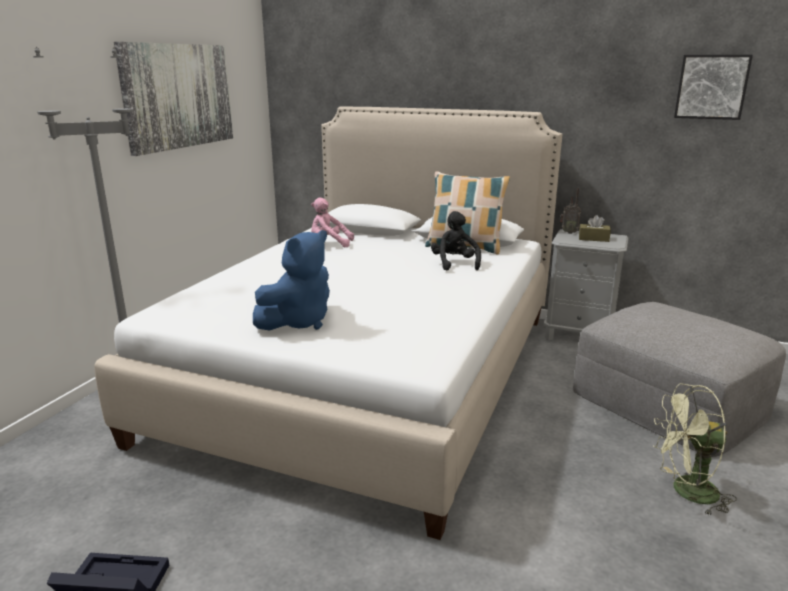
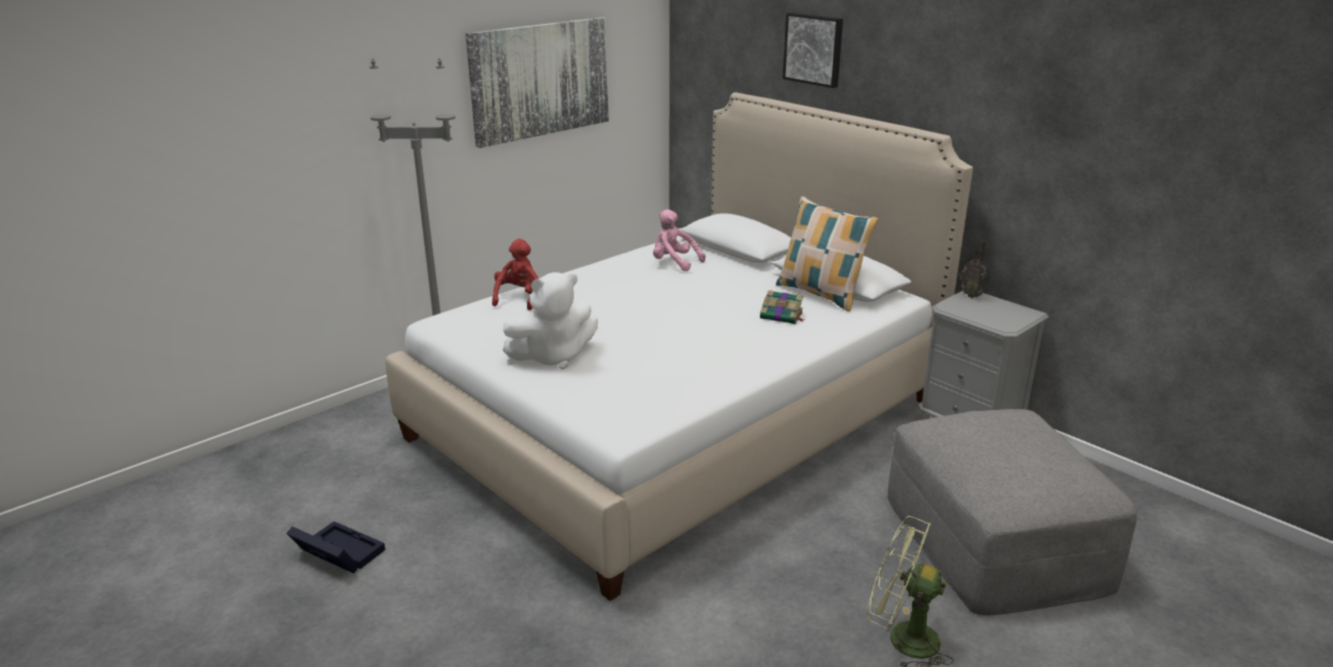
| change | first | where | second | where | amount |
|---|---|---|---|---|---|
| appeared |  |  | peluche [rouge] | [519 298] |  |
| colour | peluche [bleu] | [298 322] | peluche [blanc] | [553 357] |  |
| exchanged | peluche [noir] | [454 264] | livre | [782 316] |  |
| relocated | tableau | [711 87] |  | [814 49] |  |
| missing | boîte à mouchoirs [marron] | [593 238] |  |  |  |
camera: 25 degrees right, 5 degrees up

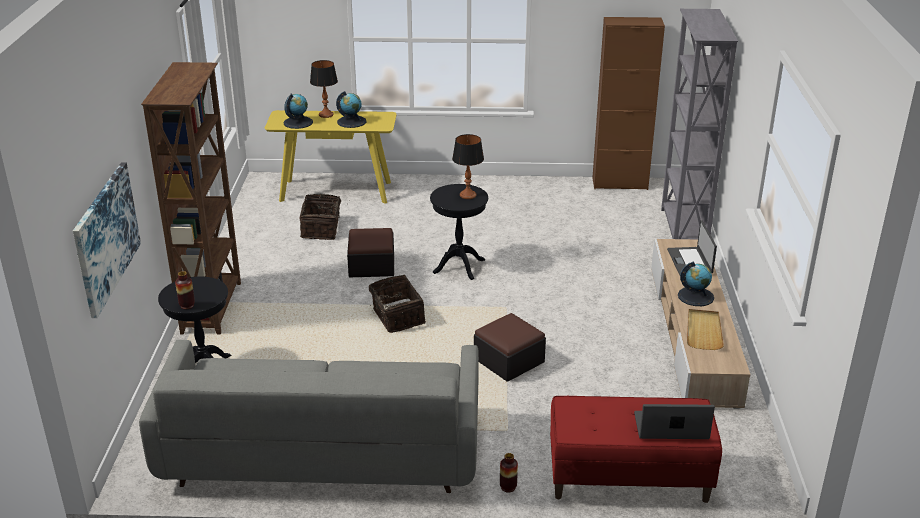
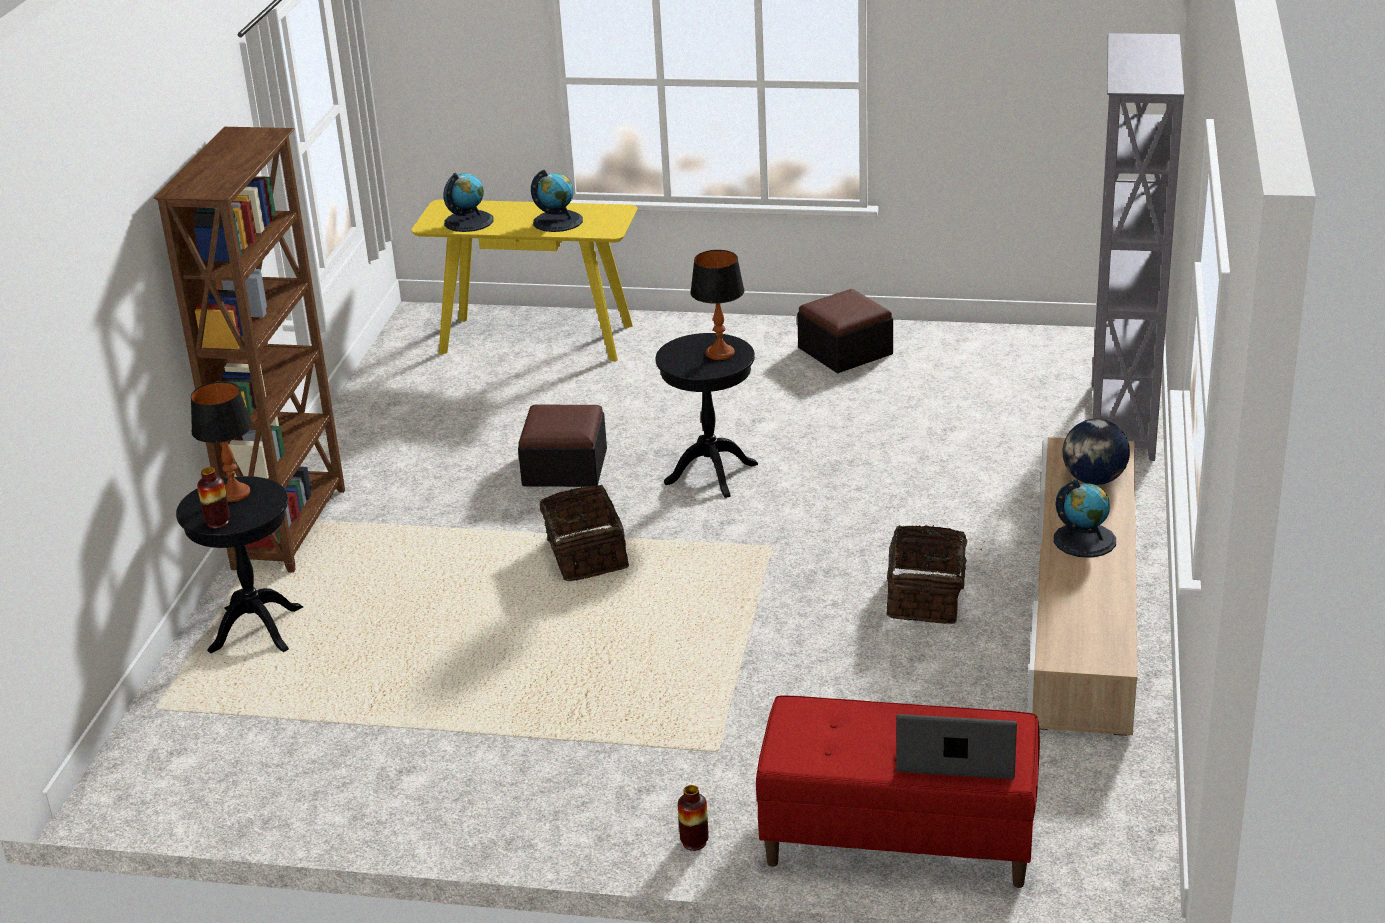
| change | first | where | second | where | amount |
|---|---|---|---|---|---|
| relocated | lampe de table | [326 115] |  | [234 493] |  |
| relocated | pouf | [509 360] |  | [845 351] |  |
| relocated | panier | [321 229] |  | [926 598] |  |
| exchanged | ordinateur portable | [690 262] | globe | [1094 480] |  |
| missing | tableau | [105 237] |  |  |  |
| missing | canapé [gris] | [322 450] |  |  |  |
| missing | meuble de rangement [marron] | [620 184] |  |  |  |
| missing | plateau [beige] | [703 331] |  |  |  |
camera: 10 degrees right, 0 degrees up

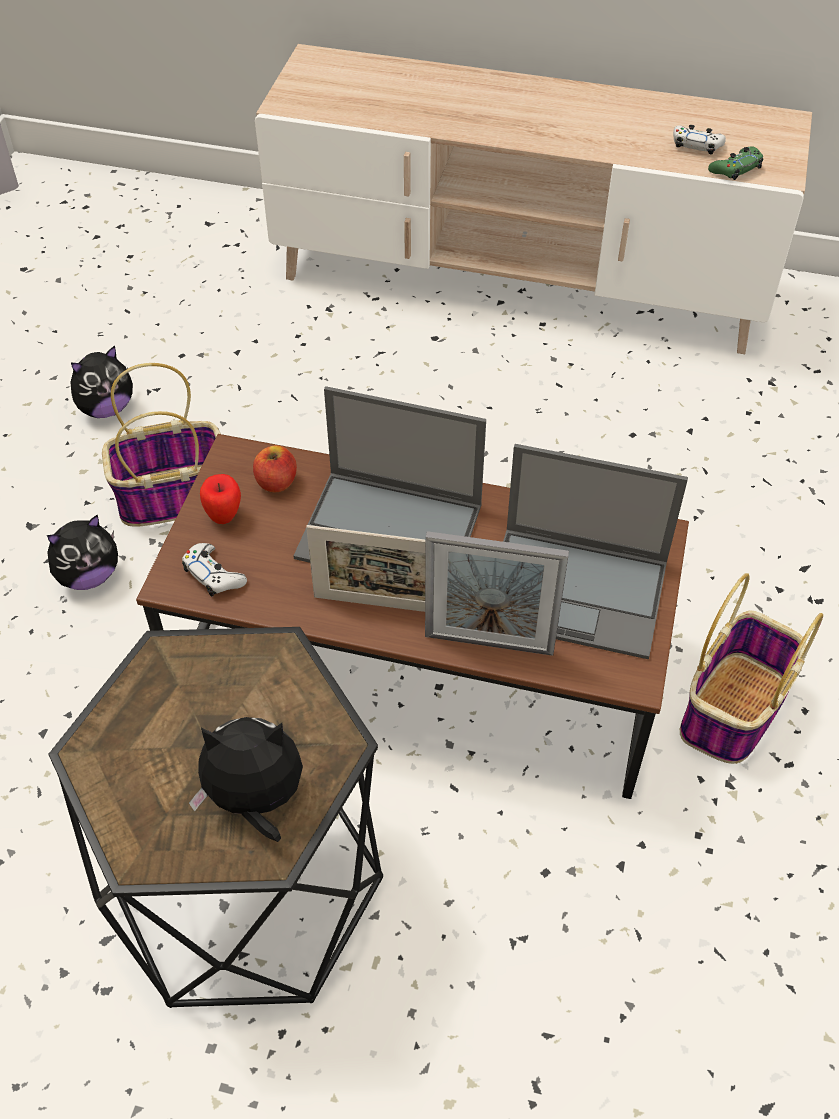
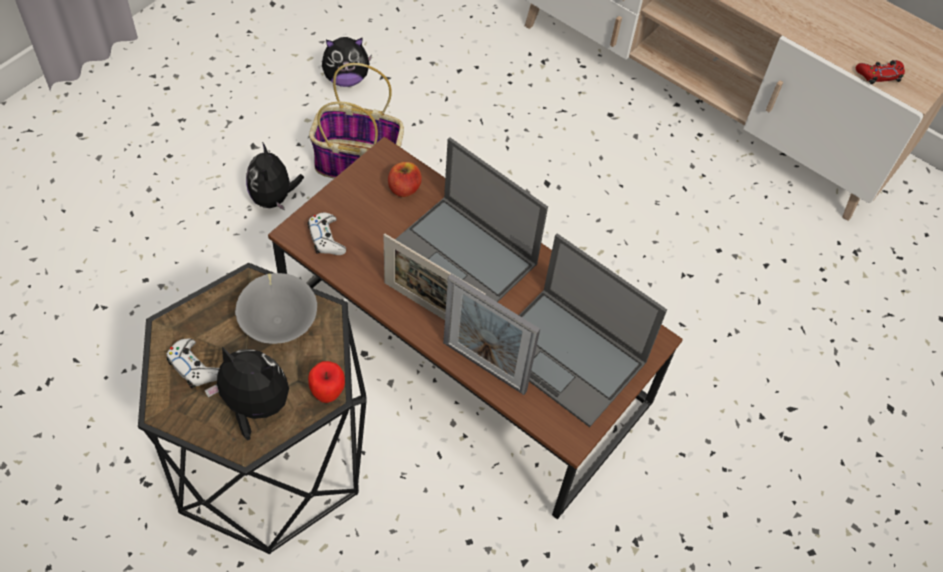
| change | first | where | second | where | amount |
|---|---|---|---|---|---|
| relocated | manette [blanc] | [696 145] |  | [194 367] |  |
| appeared |  |  | bol [gris] | [279 321] |  |
| spun | peluche | [89 576] |  | [274 198] | 90 degrees clockwise |
| relocated | pomme | [224 517] |  | [328 394] |  |
| colour | manette [vert] | [735 169] | manette [rouge] | [879 75] |  |
| missing | panier | [733 711] |  |  |  |
camera: 20 degrees right, 5 degrees up

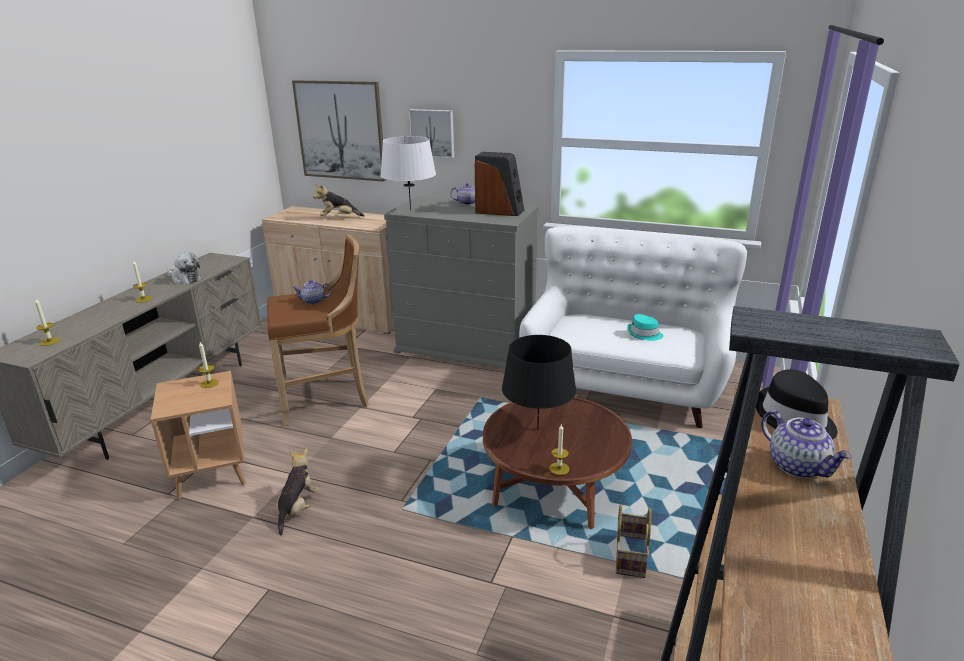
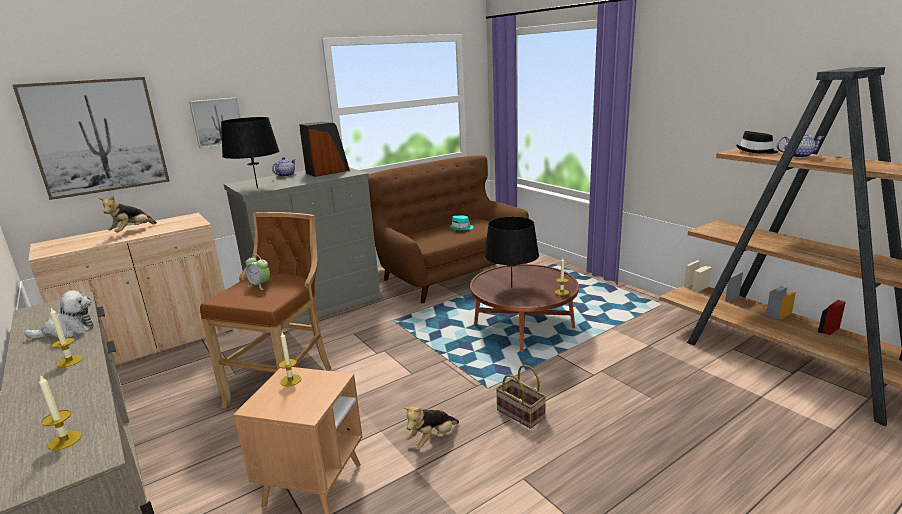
| change | first | where | second | where | amount |
|---|---|---|---|---|---|
| colour | lampe de table [blanc] | [410 210] | lampe de table [noir] | [257 188] |  |
| exchanged | théière | [313 301] | réveil | [260 285] |  |
| colour | canapé [blanc] | [624 385] | canapé [marron] | [450 273] |  |
| spun | peluche | [297 508] |  | [432 439] | 90 degrees counterclockwise |
| relocated | panier | [629 555] |  | [519 413] |  |
camera: 55 degrees left, 5 degrees down

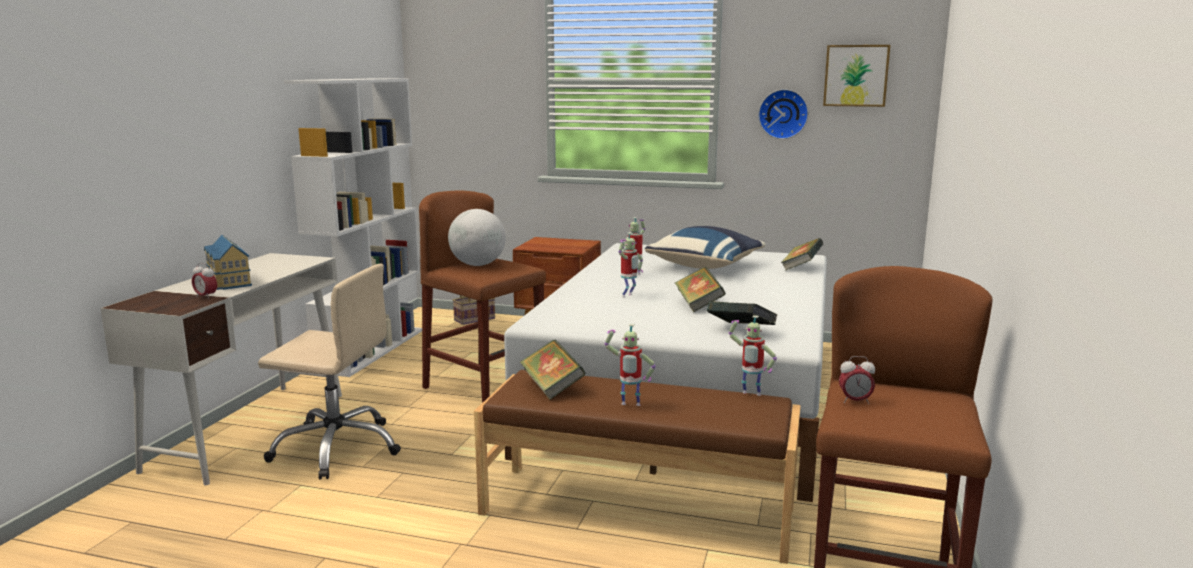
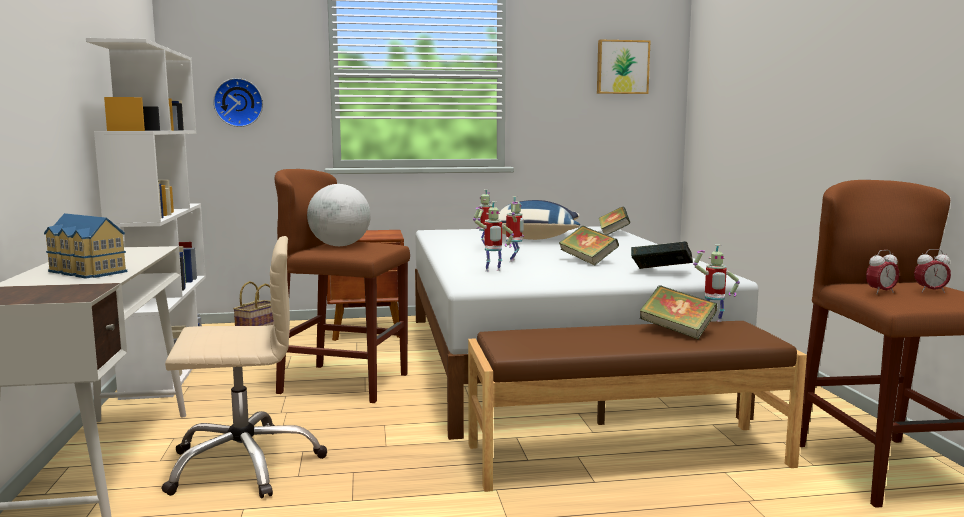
| change | first | where | second | where | amount |
|---|---|---|---|---|---|
| relocated | horloge murale | [783 114] |  | [239 102] |  |
| relocated | robot jouet | [629 405] |  | [492 271] |  |
| relocated | livre | [552 387] |  | [677 331] |  |
| relocated | réveil | [206 297] |  | [930 291] |  |
camera: 25 degrees left, 5 degrees down

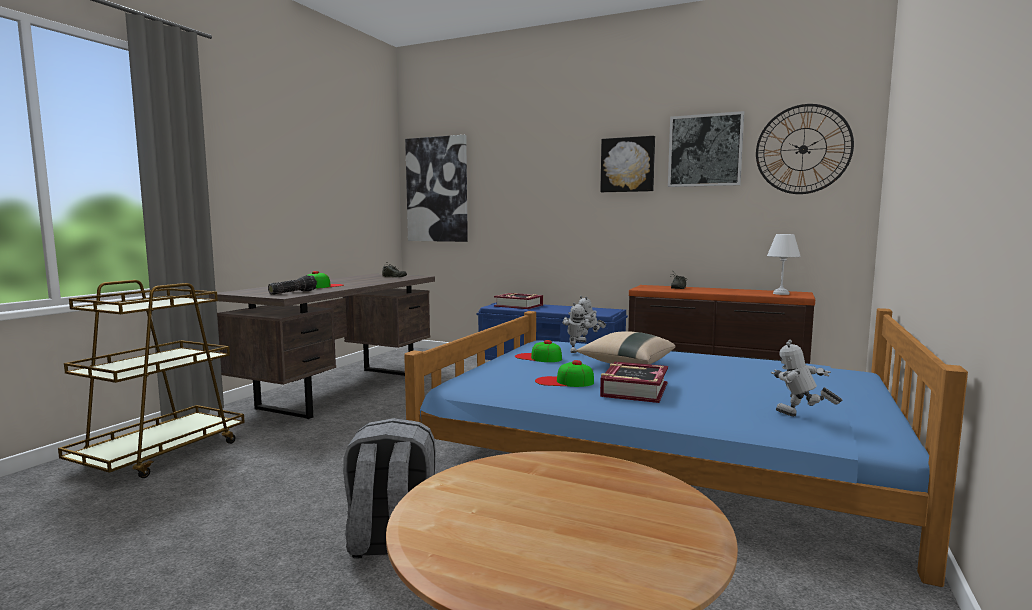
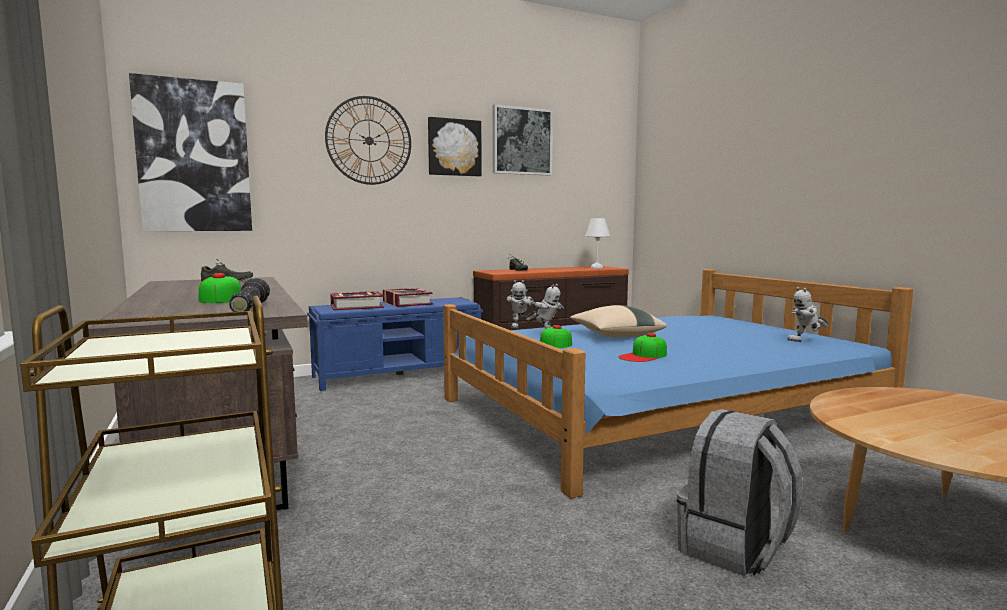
| change | first | where | second | where | amount |
|---|---|---|---|---|---|
| relocated | horloge murale | [803 149] |  | [369 140] |  |
| relocated | livre | [634 390] |  | [406 303] |  |
camera: 50 degrees left, 0 degrees up

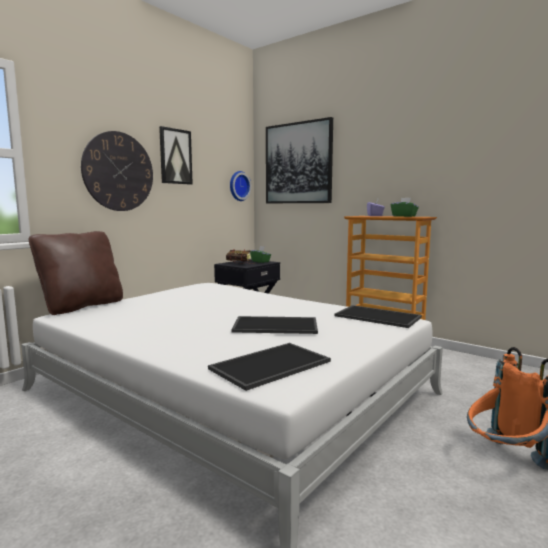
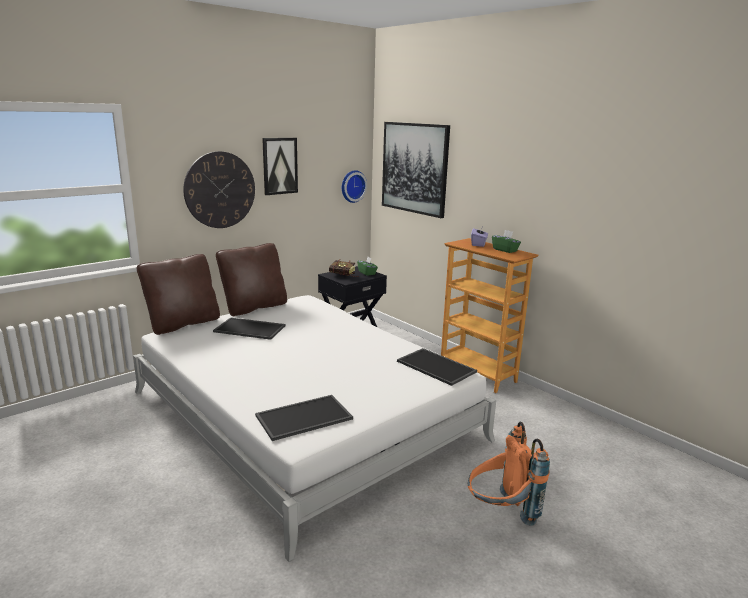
| change | first | where | second | where | amount |
|---|---|---|---|---|---|
| relocated | plateau | [276 325] |  | [251 328] |  |
| appeared |  |  | coussin [marron] | [254 307] |  |
camera: 10 degrees right, 10 degrees up

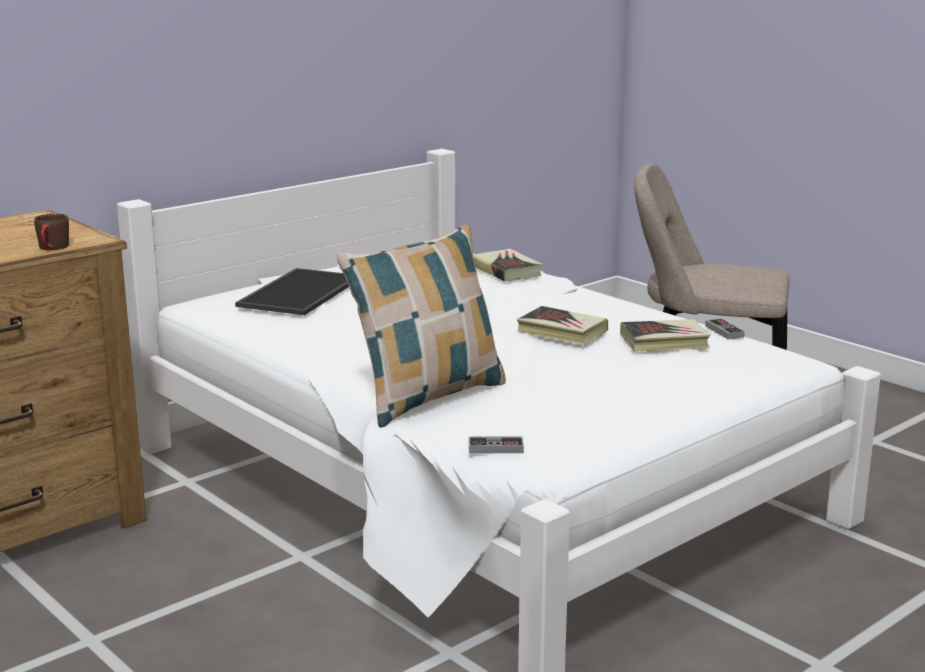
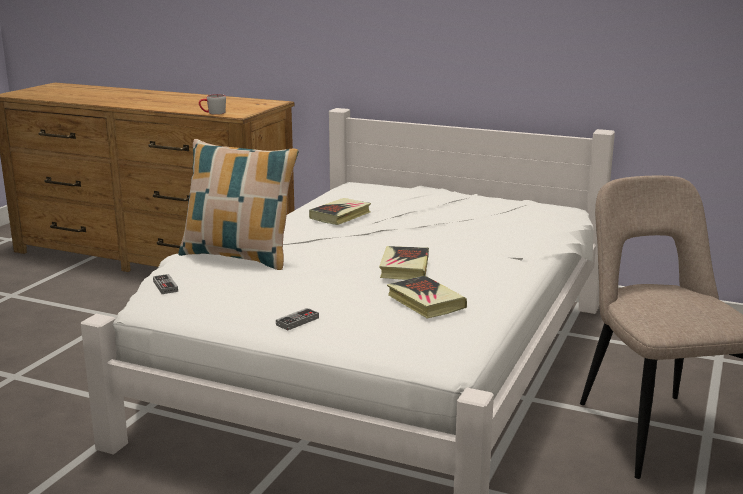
| change | first | where | second | where | amount |
|---|---|---|---|---|---|
| colour | mug [marron] | [52 248] | mug [gris] | [213 113] |  |
| relocated | manette | [724 331] |  | [297 321] |  |
| relocated | livre | [506 270] |  | [340 215] |  |
| missing | plateau | [299 292] |  |  |  |
camera: 65 degrees right, 0 degrees up

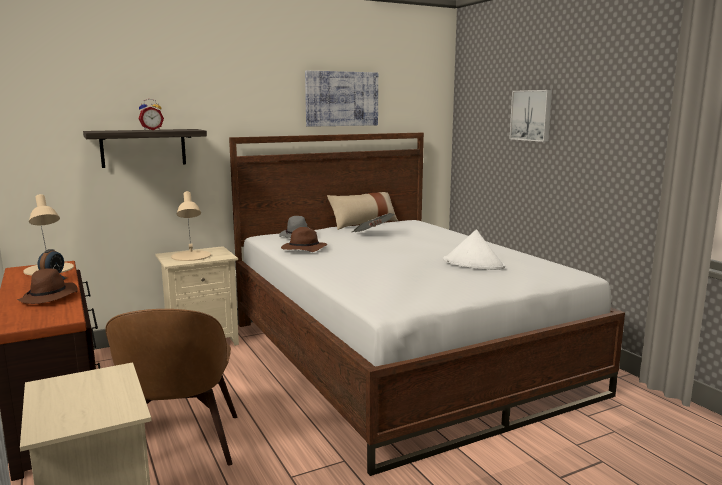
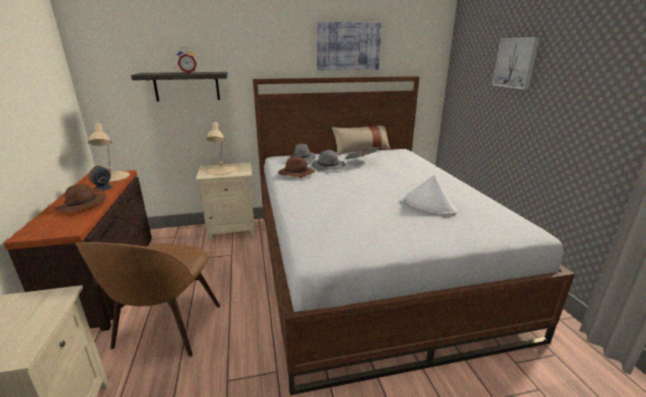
| change | first | where | second | where | amount |
|---|---|---|---|---|---|
| appeared |  |  | chapeau [gris] | [328 167] |  |
camera: 15 degrees right, 10 degrees up

